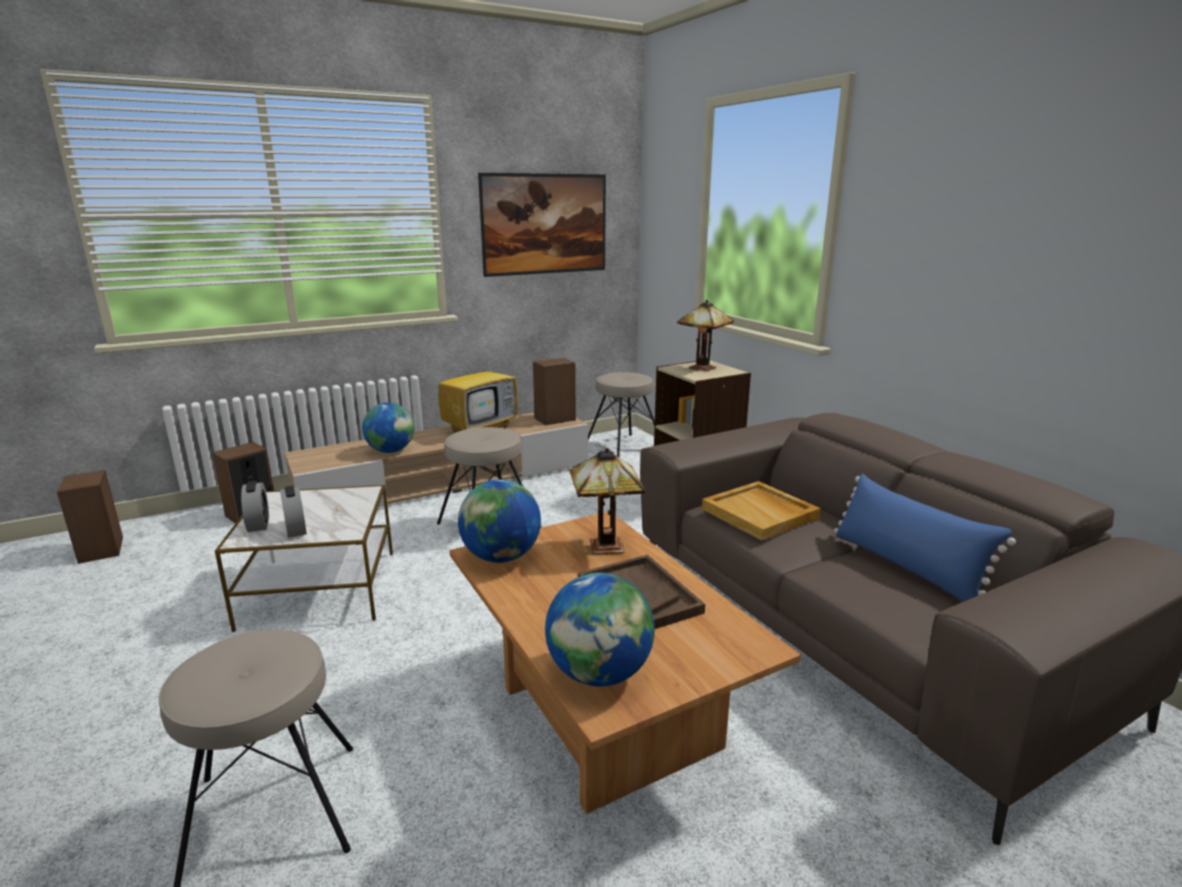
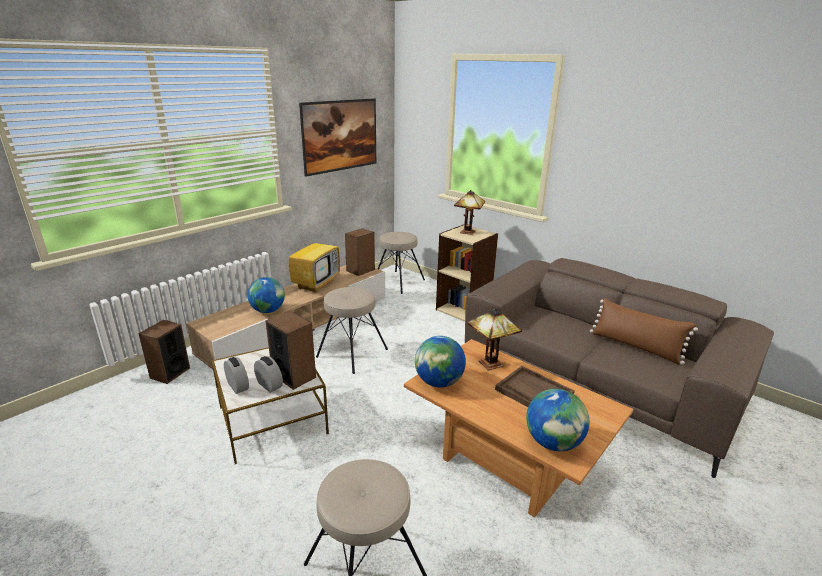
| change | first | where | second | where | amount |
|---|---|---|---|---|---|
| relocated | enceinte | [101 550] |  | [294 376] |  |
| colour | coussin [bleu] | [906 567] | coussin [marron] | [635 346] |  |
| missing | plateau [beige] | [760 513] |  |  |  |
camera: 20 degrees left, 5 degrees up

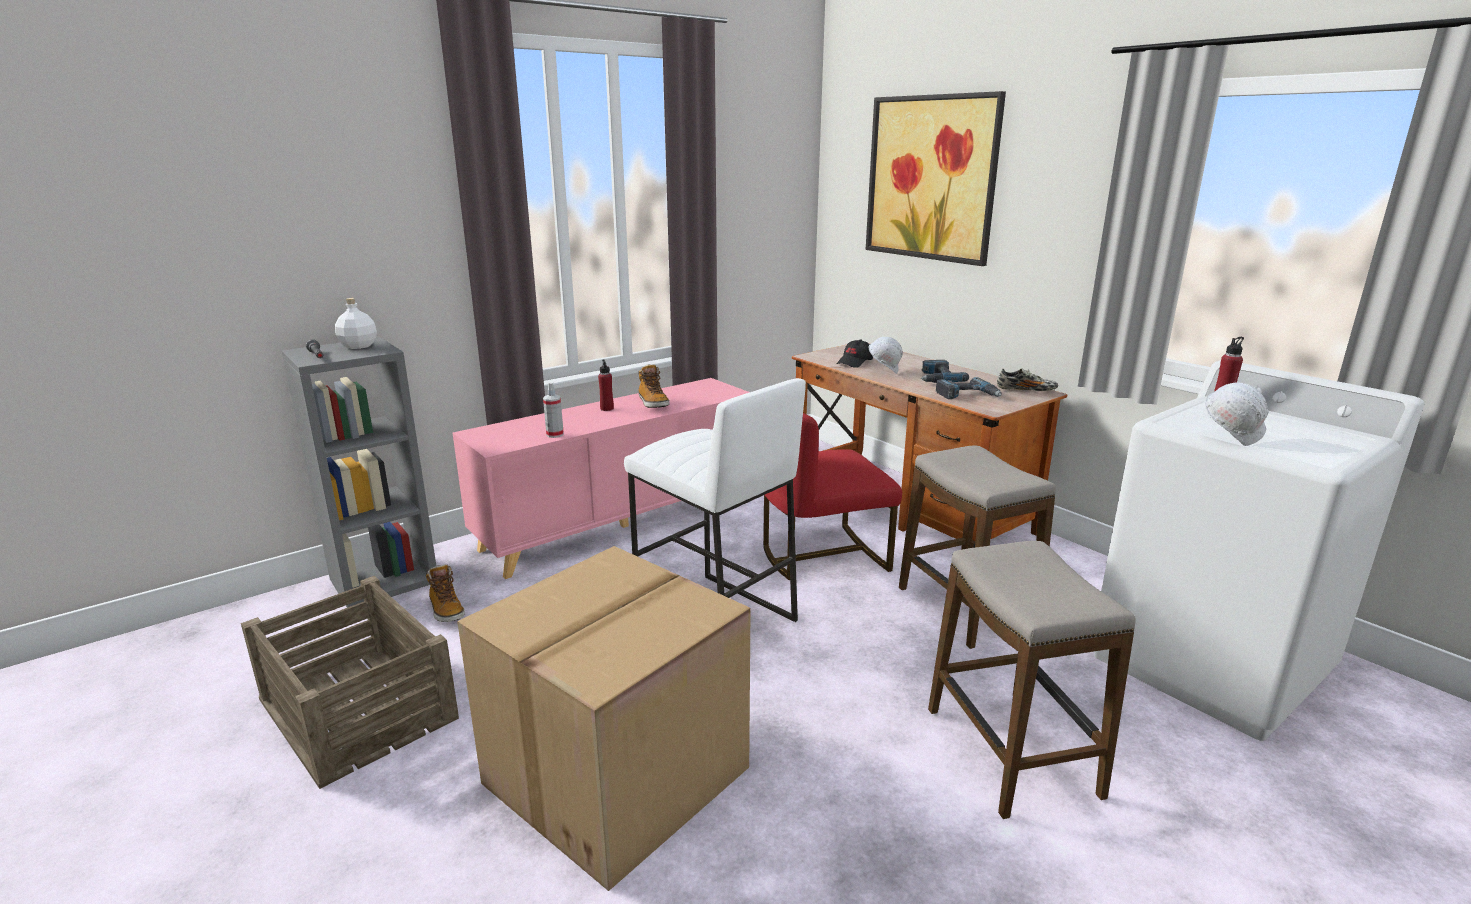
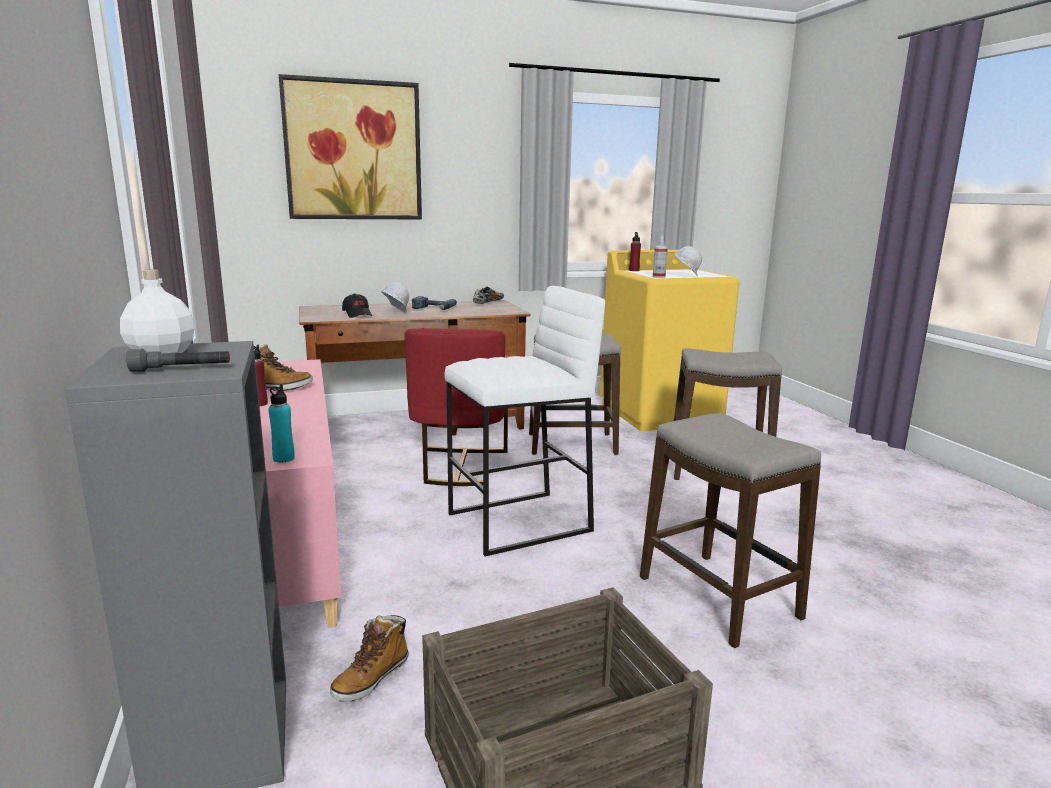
| change | first | where | second | where | amount |
|---|---|---|---|---|---|
| appeared |  |  | bouteille [turquoise] | [283 458] |  |
| spun | botte | [446 610] |  | [371 678] | 135 degrees clockwise |
| colour | lave-linge [blanc] | [1211 664] | lave-linge [jaune] | [660 413] |  |
| exchanged | carton | [616 778] | tabouret | [718 597] |  |
| relocated | vaporisateur | [555 434] |  | [659 277] |  |
| missing | perceuse | [967 395] |  |  |  |
camera: 70 degrees left, 5 degrees down

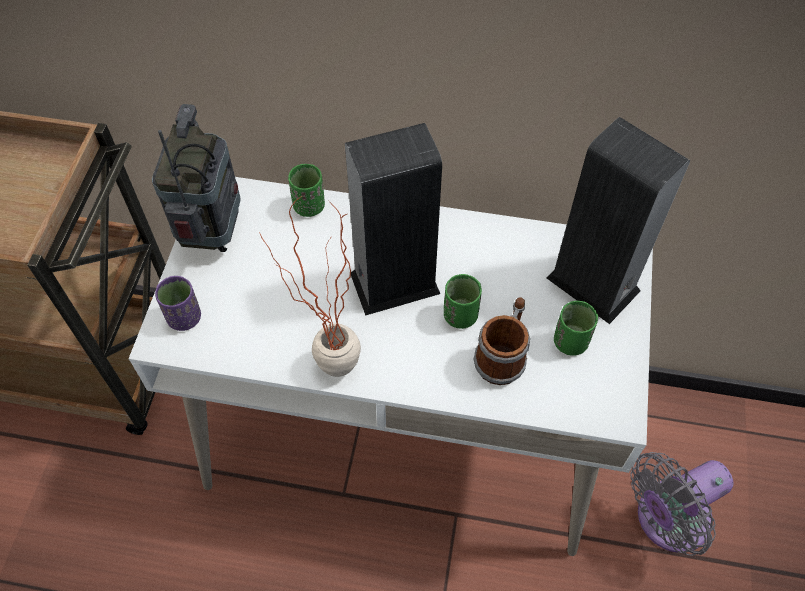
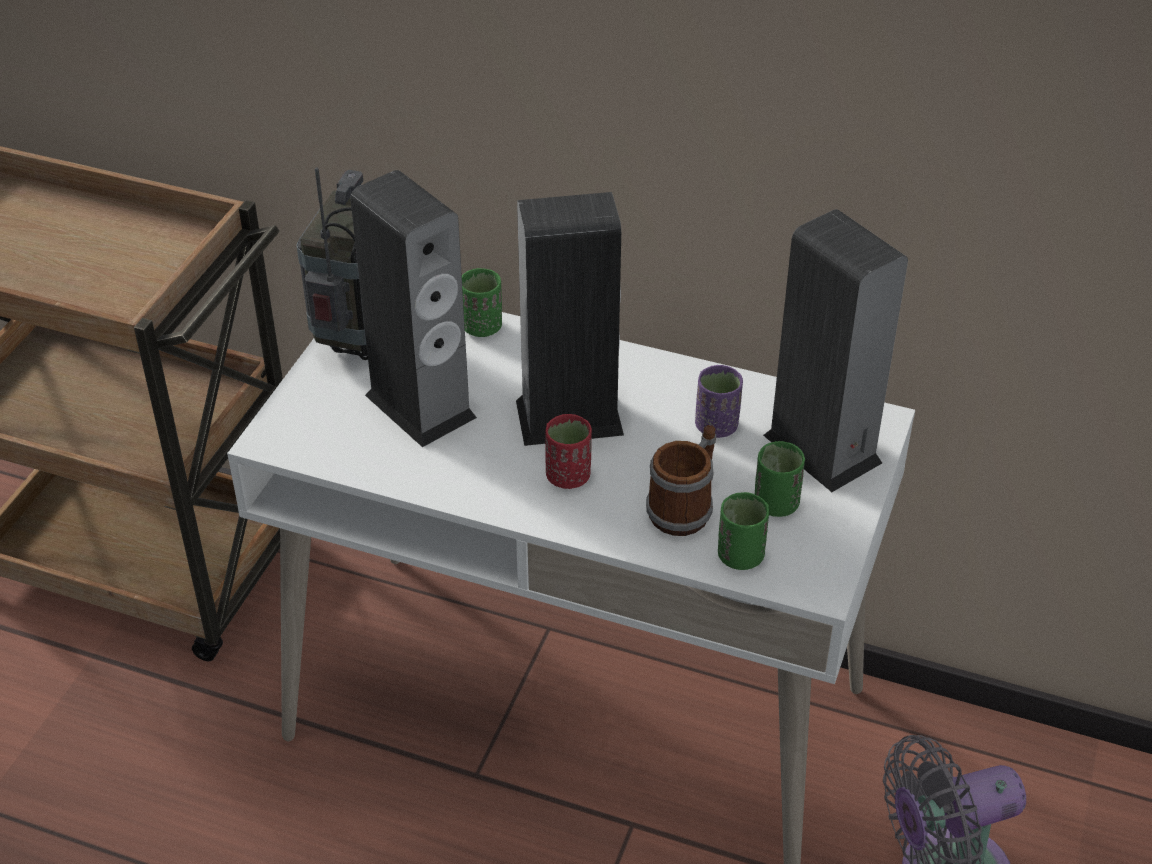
| change | first | where | second | where | amount |
|---|---|---|---|---|---|
| appeared |  |  | enceinte | [420 406] |  |
| appeared |  |  | tasse [rouge] | [568 476] |  |
| relocated | tasse [violet] | [184 317] |  | [716 426] |  |
| relocated | tasse [vert] | [460 315] |  | [740 556] |  |
| missing | plante en pot | [325 373] |  |  |  |
camera: 10 degrees right, 15 degrees down

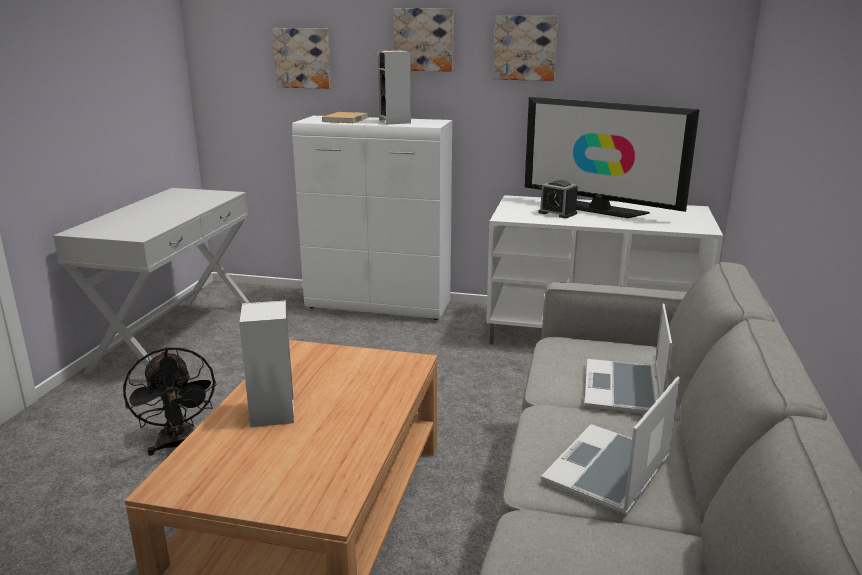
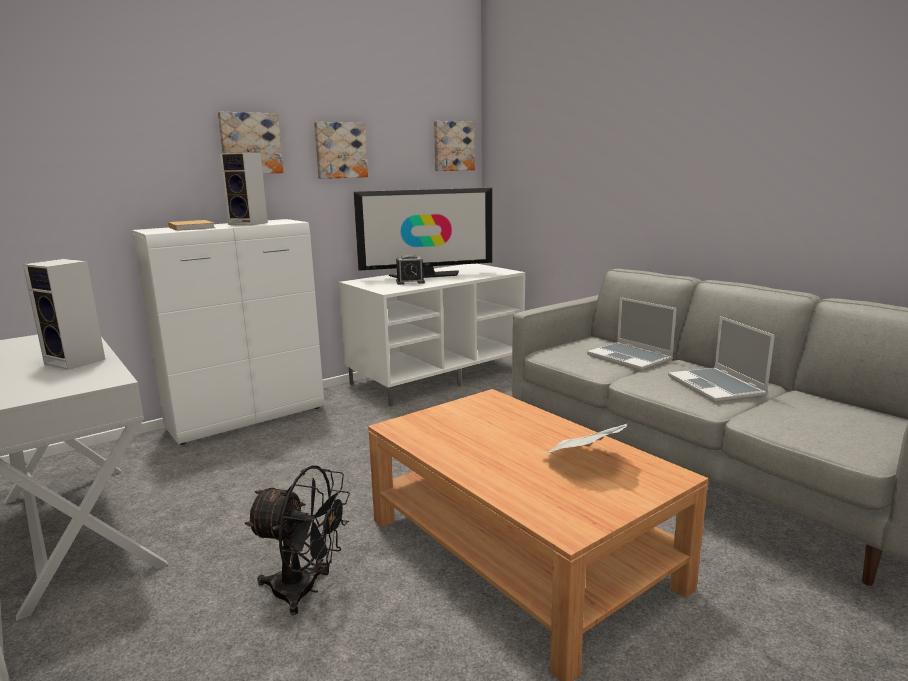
| change | first | where | second | where | amount |
|---|---|---|---|---|---|
| relocated | enceinte | [273 414] |  | [77 361] |  |
| relocated | tableau | [303 58] |  | [453 146] |  |
| appeared |  |  | journal | [583 460] |  |
camera: 50 degrees left, 5 degrees down

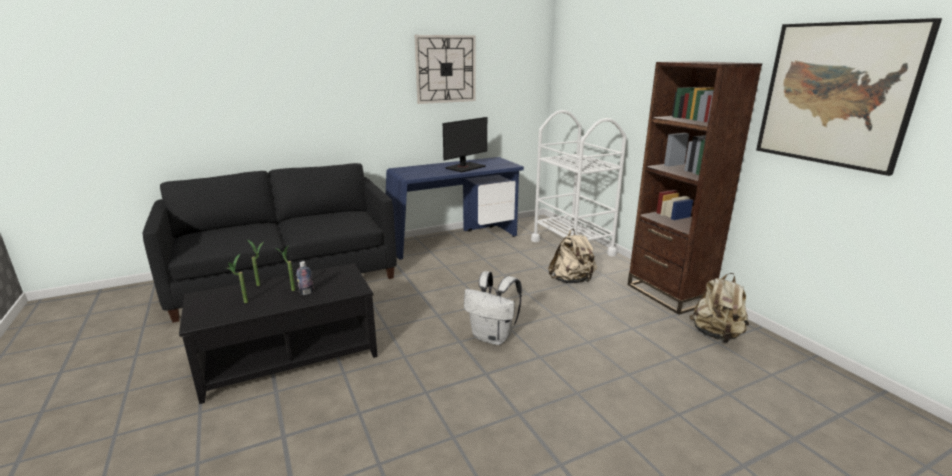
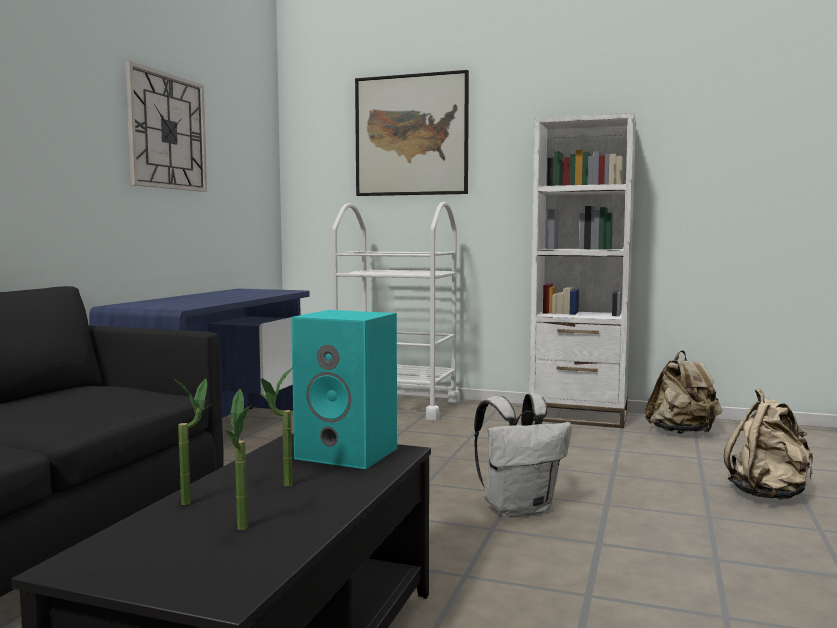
| change | first | where | second | where | amount |
|---|---|---|---|---|---|
| appeared |  |  | enceinte [turquoise] | [350 453] |  |
| relocated | tableau | [836 94] |  | [411 135] |  |
| colour | bibliothèque [marron] | [669 294] | bibliothèque [blanc] | [578 416] |  |
| relocated | sac à dos [beige] | [571 281] |  | [768 494] |  |
| missing | bouteille | [306 292] |  |  |  |
| missing | écran d'ordinateur | [465 167] |  |  |  |
camera: 45 degrees left, 15 degrees down

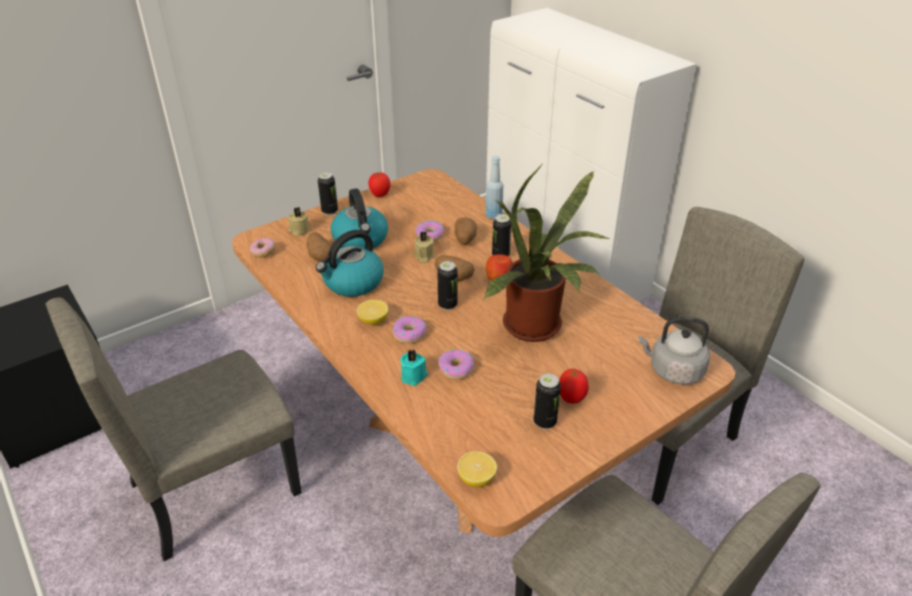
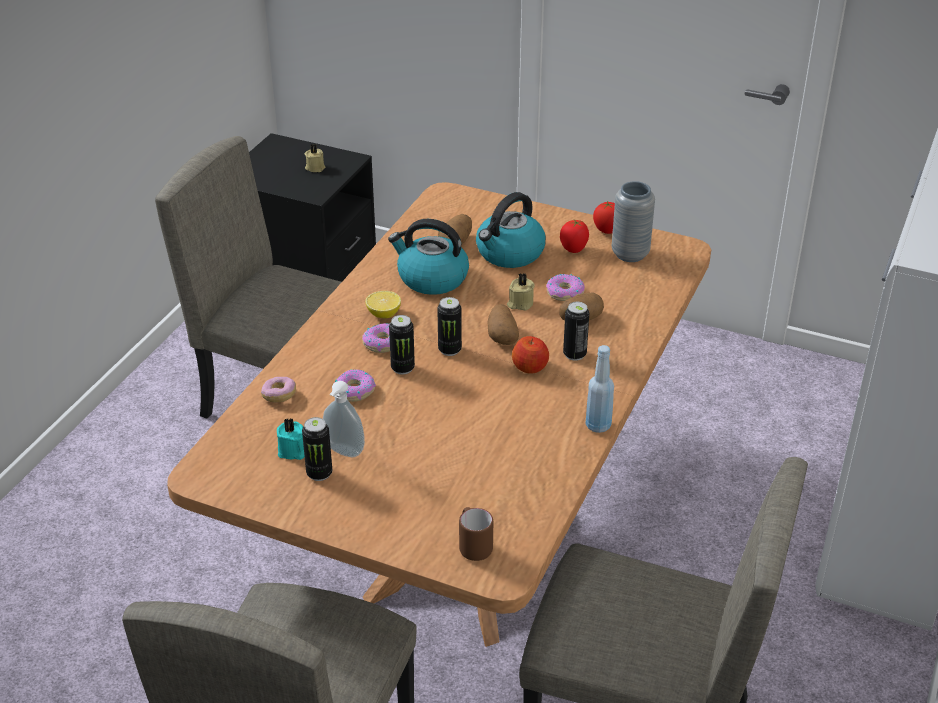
| change | first | where | second | where | amount |
|---|---|---|---|---|---|
| relocated | beignet | [263 252] |  | [279 395] |  |
| relocated | bougie [turquoise] | [414 376] |  | [292 451] |  |
| relocated | bougie [beige] | [299 230] |  | [315 167] |  |
| appeared |  |  | distributeur de savon | [343 452] |  |
| relocated | boîte métallique | [329 211] |  | [402 368] |  |
| exchanged | bouilloire [gris] | [673 371] | mug [marron] | [473 546] |  |
| relocated | tomate | [571 399] |  | [573 250] |  |
| relocated | bouteille [bleu] | [493 215] |  | [597 425] |  |
| appeared |  |  | vase [gris] | [630 254] |  |
| missing | citron | [476 478] |  |  |  |
| missing | plante en pot | [537 328] |  |  |  |
camera: 60 degrees right, 0 degrees up

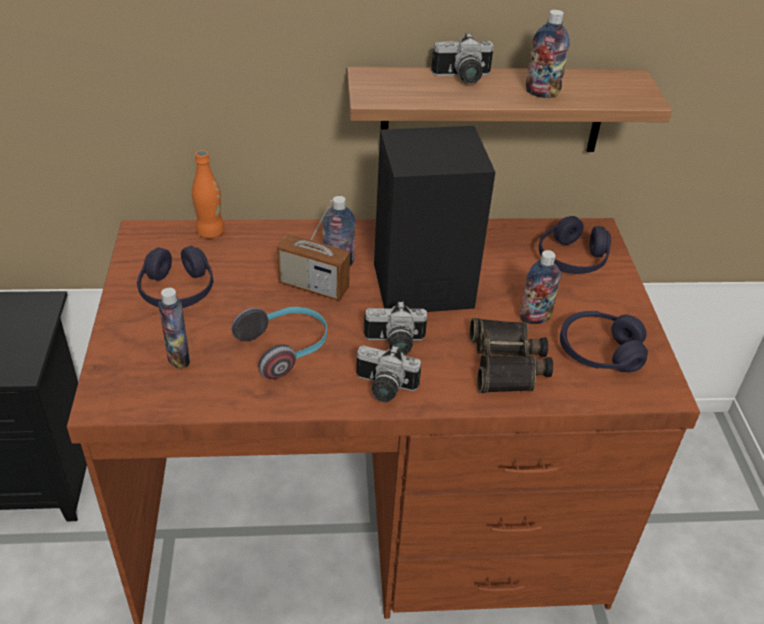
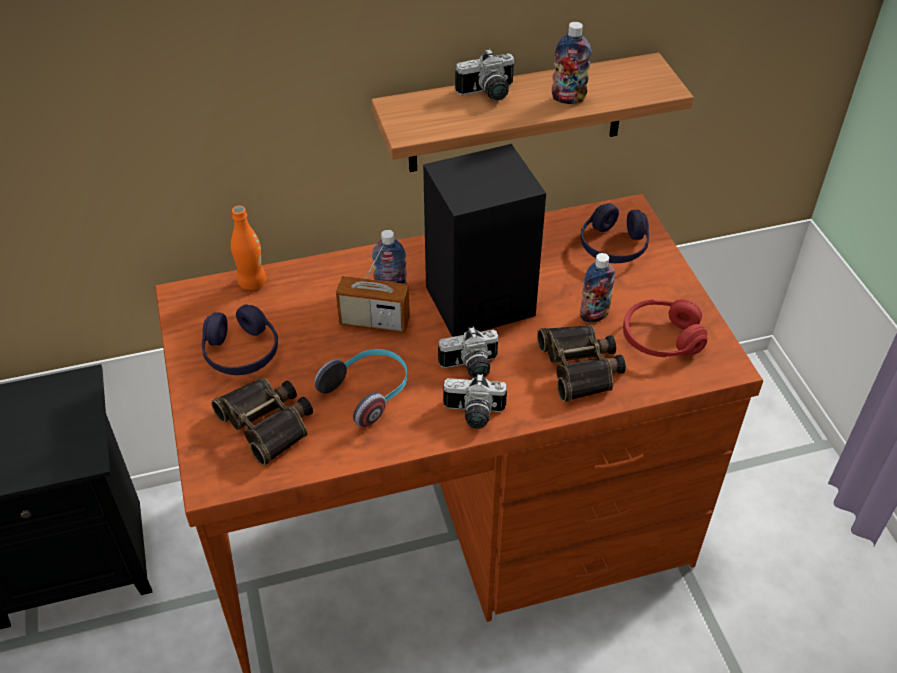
| change | first | where | second | where | amount |
|---|---|---|---|---|---|
| exchanged | bouteille | [178 358] | jumelles | [268 423] |  |
| colour | casque audio [violet] | [599 352] | casque audio [rouge] | [661 338] |  |
camera: 10 degrees left, 5 degrees up

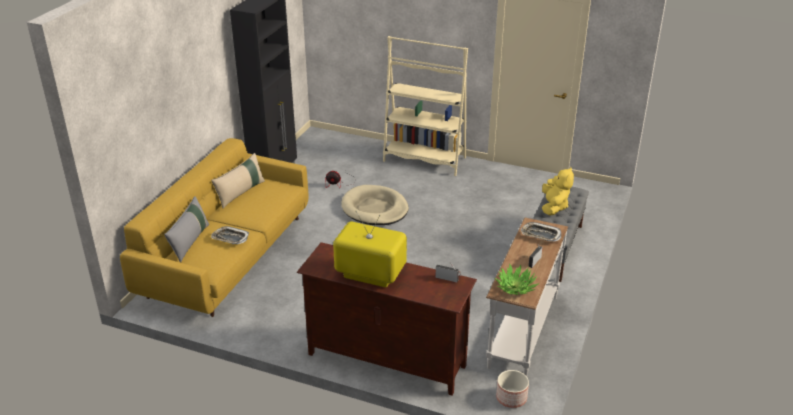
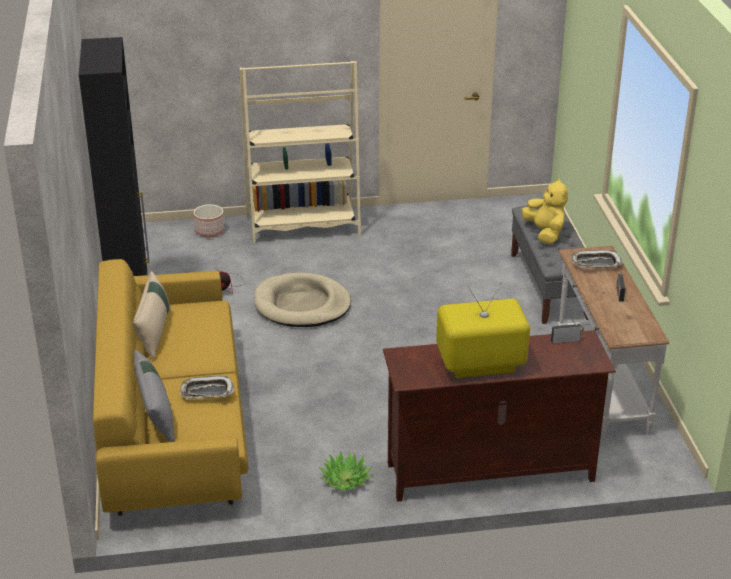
| change | first | where | second | where | amount |
|---|---|---|---|---|---|
| relocated | cache-pot | [511 397] |  | [209 231] |  |
| relocated | plante en pot | [515 287] |  | [345 480] |  |
camera: 30 degrees left, 0 degrees up

